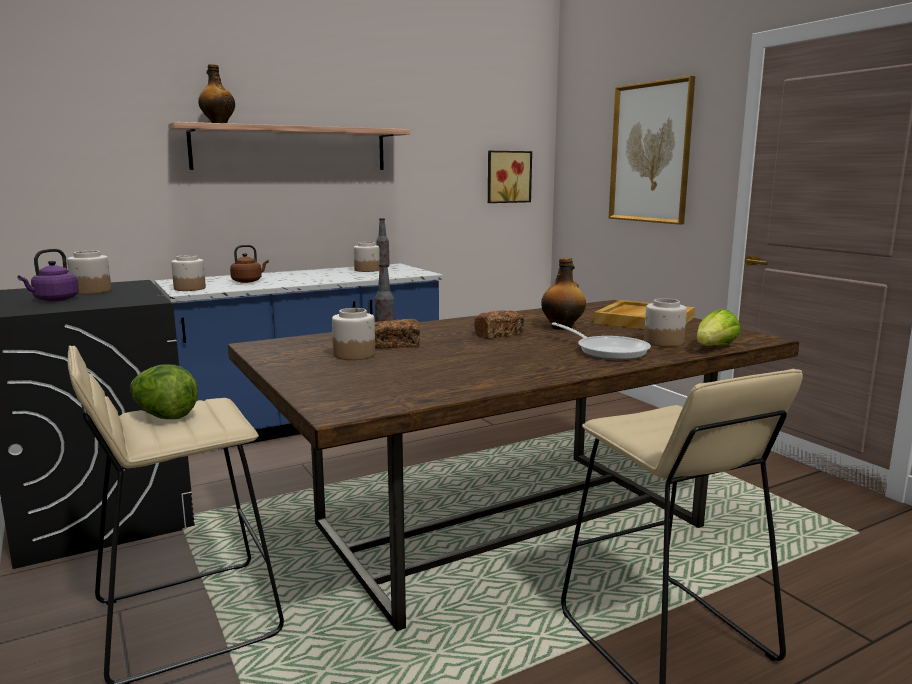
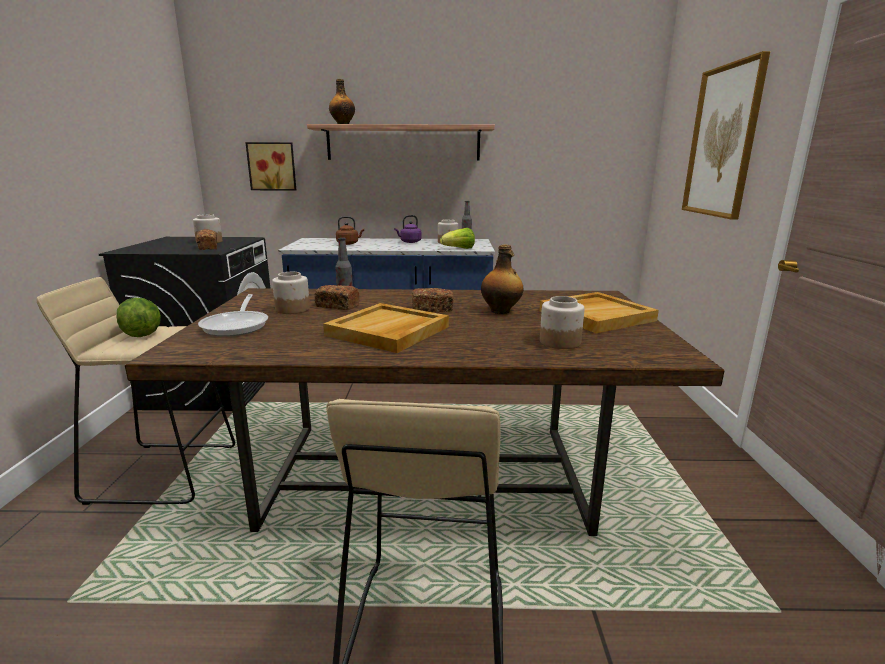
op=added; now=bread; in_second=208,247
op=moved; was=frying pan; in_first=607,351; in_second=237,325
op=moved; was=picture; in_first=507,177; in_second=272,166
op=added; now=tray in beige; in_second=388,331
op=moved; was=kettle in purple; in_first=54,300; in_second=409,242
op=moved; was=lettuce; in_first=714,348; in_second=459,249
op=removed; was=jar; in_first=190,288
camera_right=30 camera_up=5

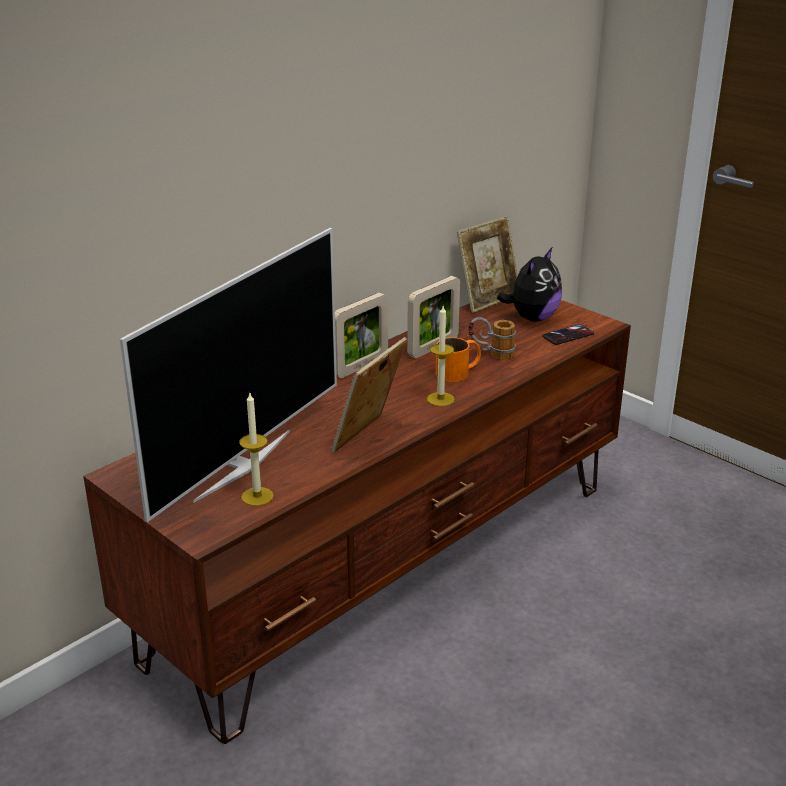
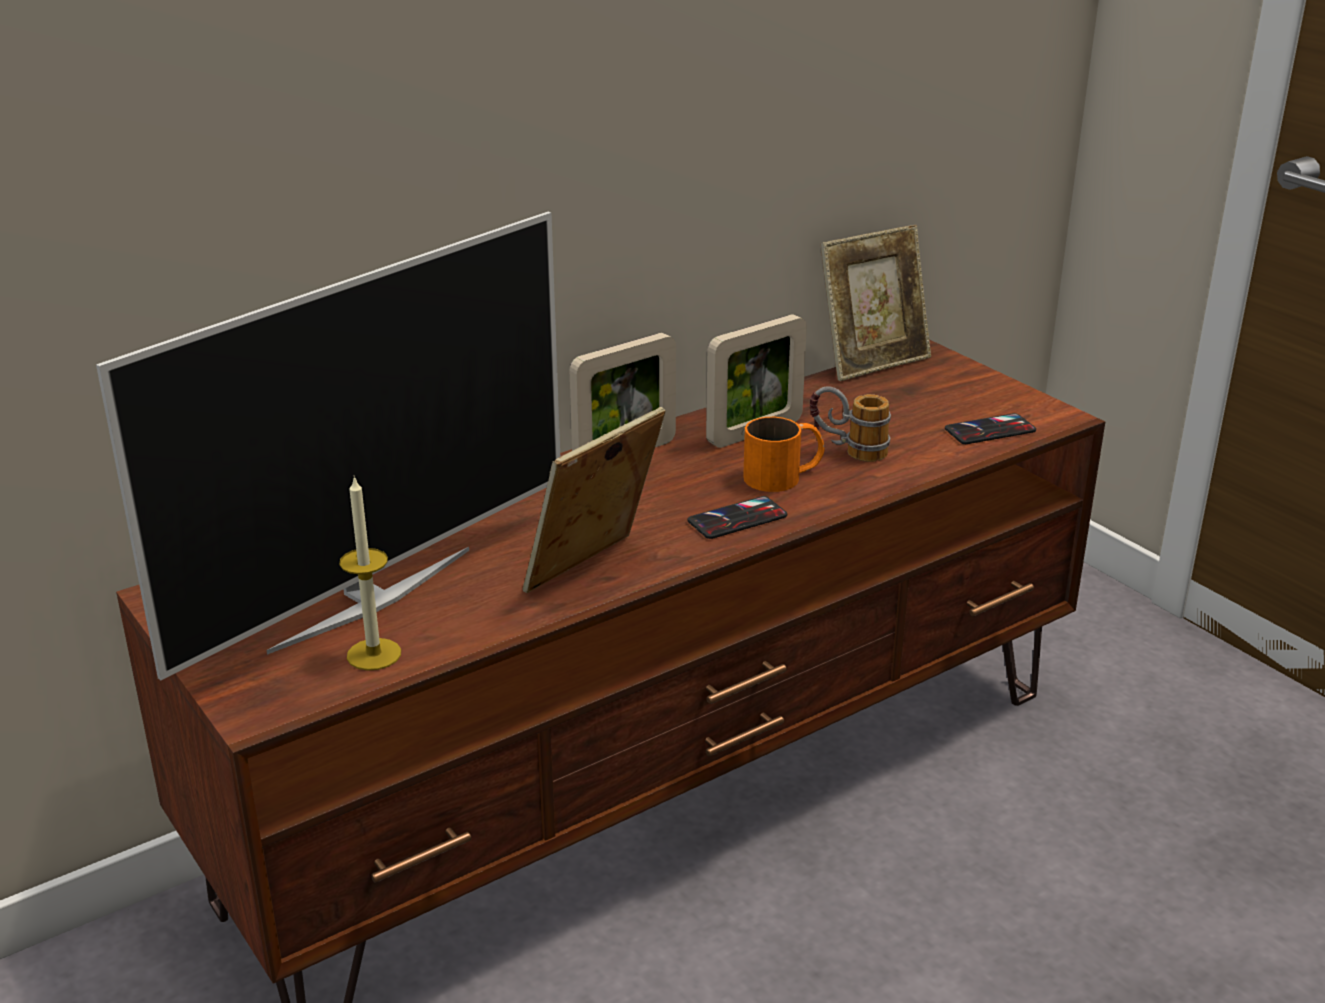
op=replaced; was=candle; now=phone; in_first=440,399; in_second=737,519
op=removed; was=plush toy; in_first=532,318
camera_right=10 camera_up=0

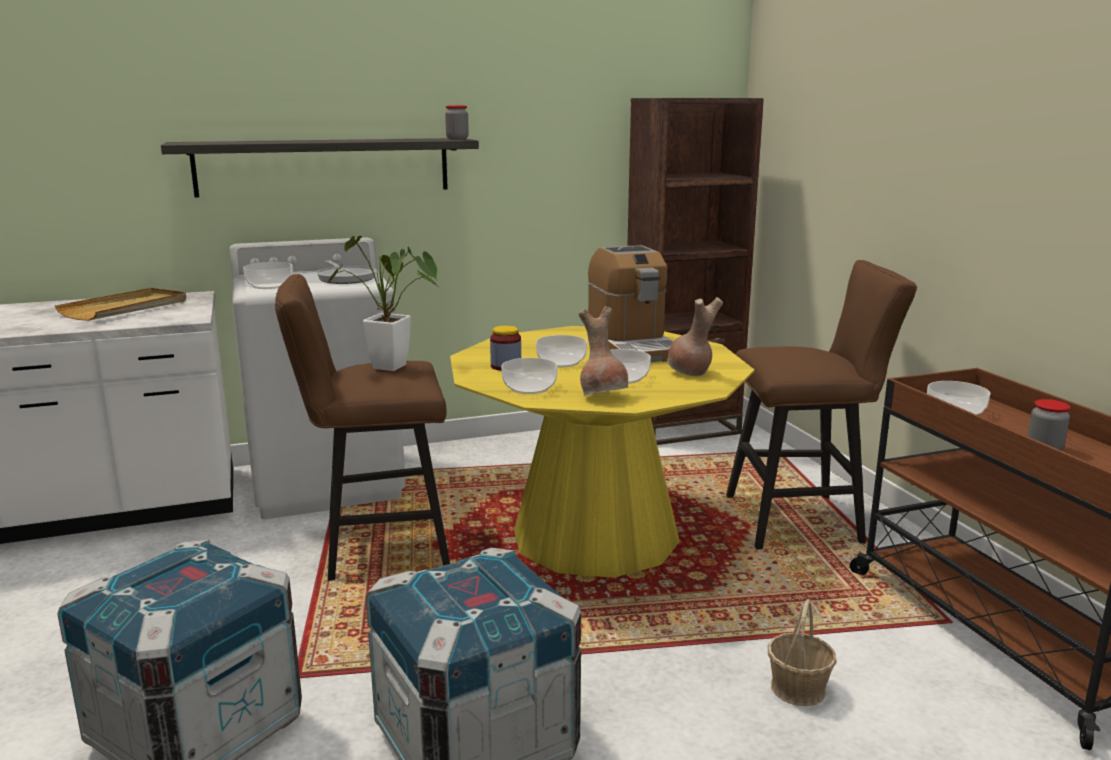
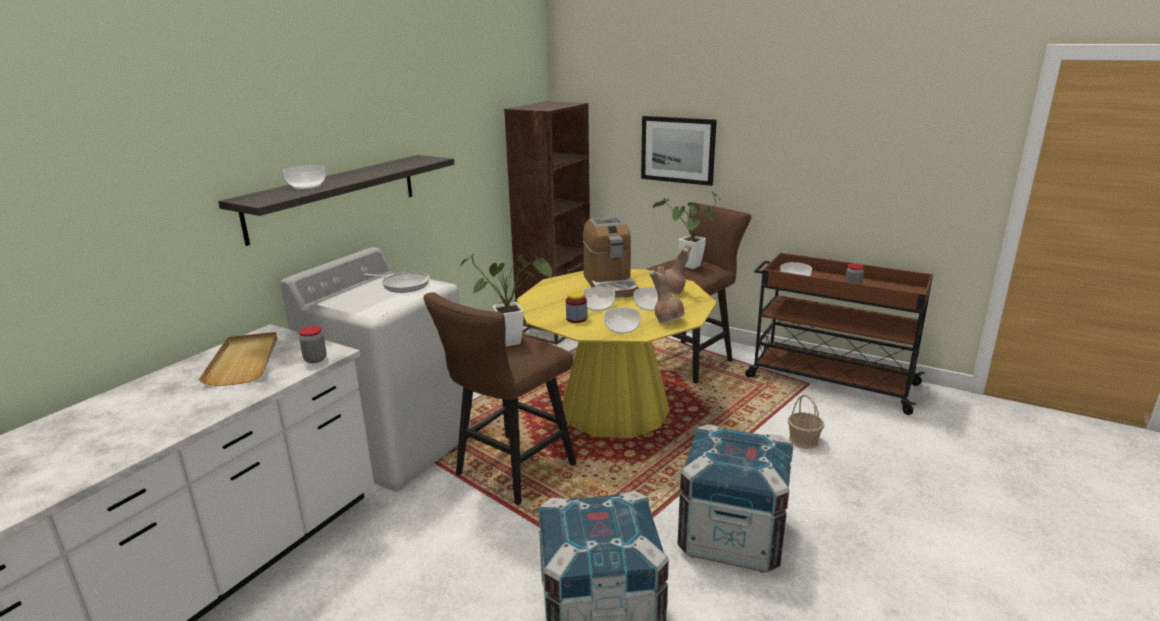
op=moved; was=bowl; in_first=269,285; in_second=306,185
op=moved; was=jar; in_first=457,139; in_second=315,359
op=turned; was=coffee machine; in_first=633,347; in_second=610,284; clockwise=45
op=added; now=picture; in_second=678,150
op=added; now=potted plant; in_second=688,267
camera_right=-40 camera_up=5

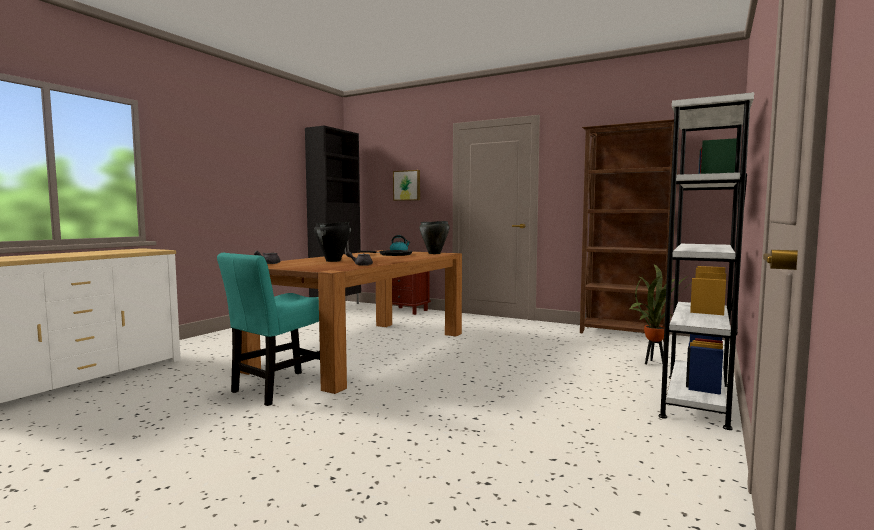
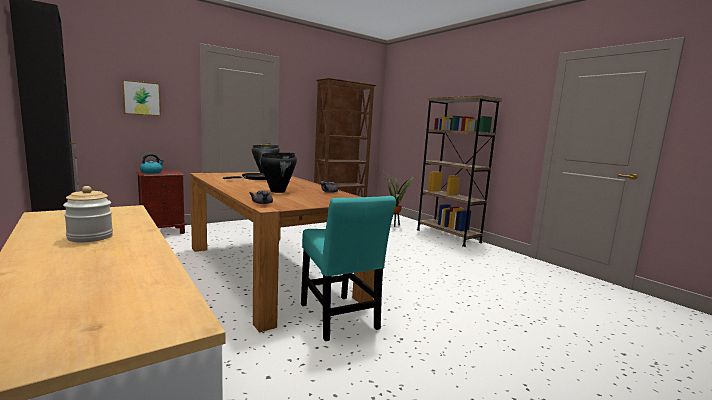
op=added; now=jar; in_second=90,237
op=recoloured; was=bookcase in white; now=bookcase in brown; in_first=696,399; in_second=448,236
camera_right=-65 camera_up=5

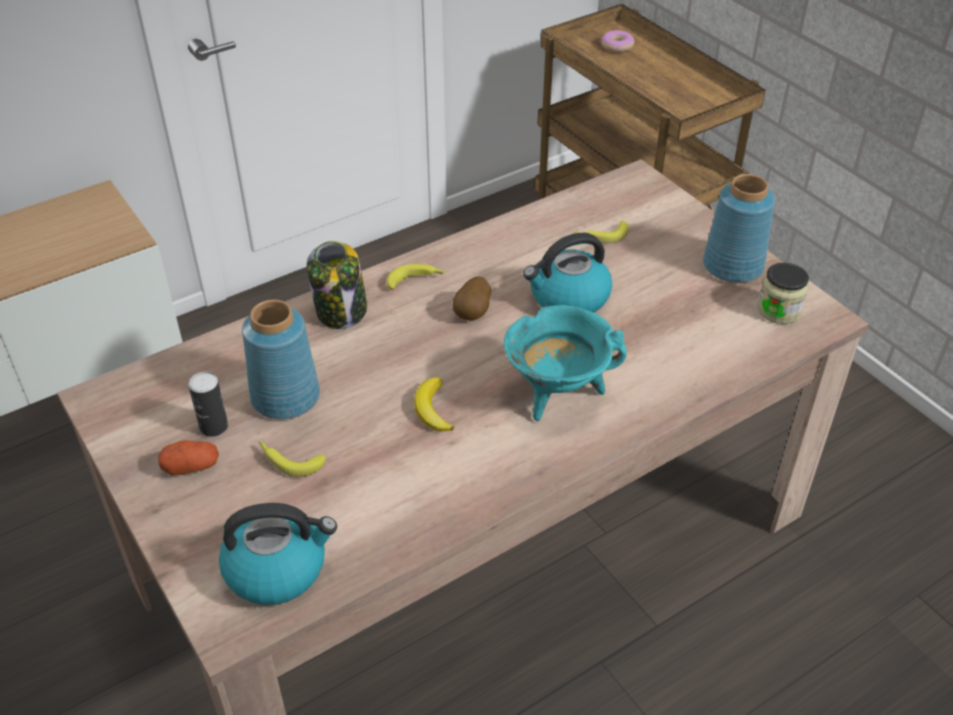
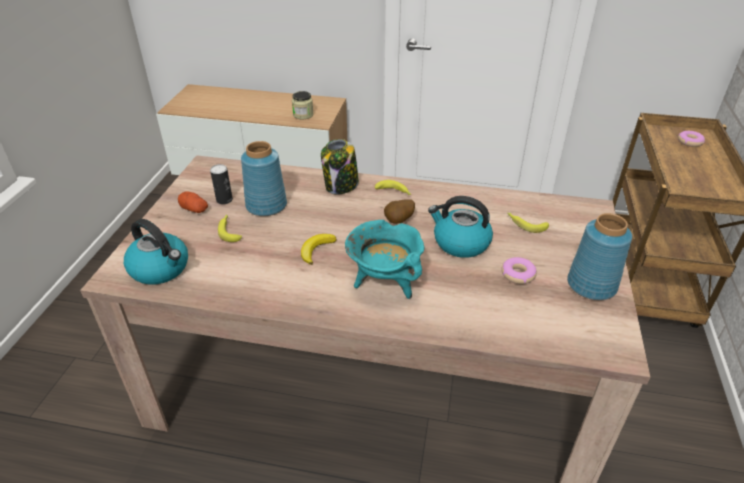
op=moved; was=jar; in_first=778,310; in_second=303,115
op=added; now=donut; in_second=518,274
camera_right=45 camera_up=-5

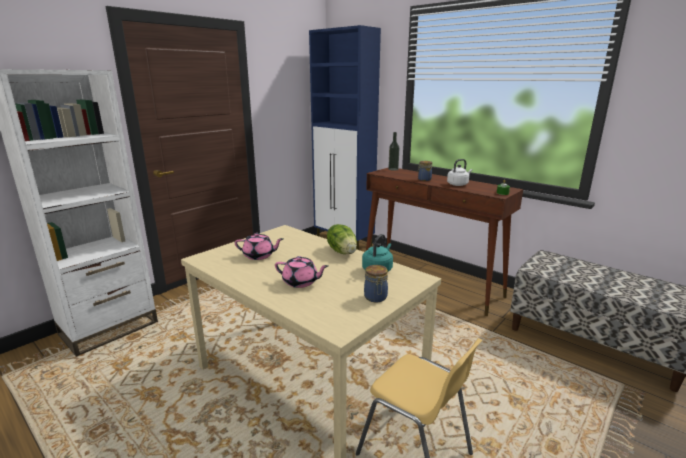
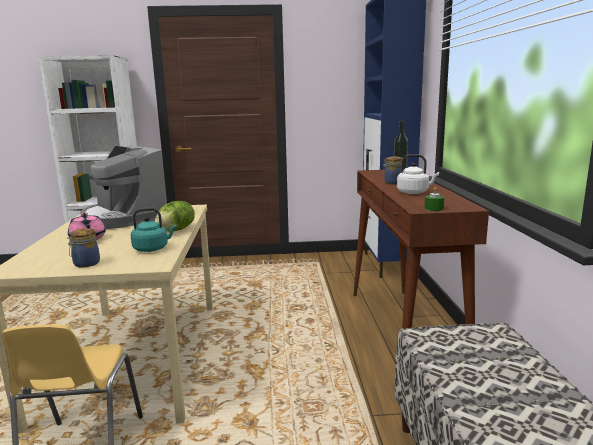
op=replaced; was=teapot in pink; now=coffee machine; in_first=259,256; in_second=124,218
camera_right=45 camera_up=-5

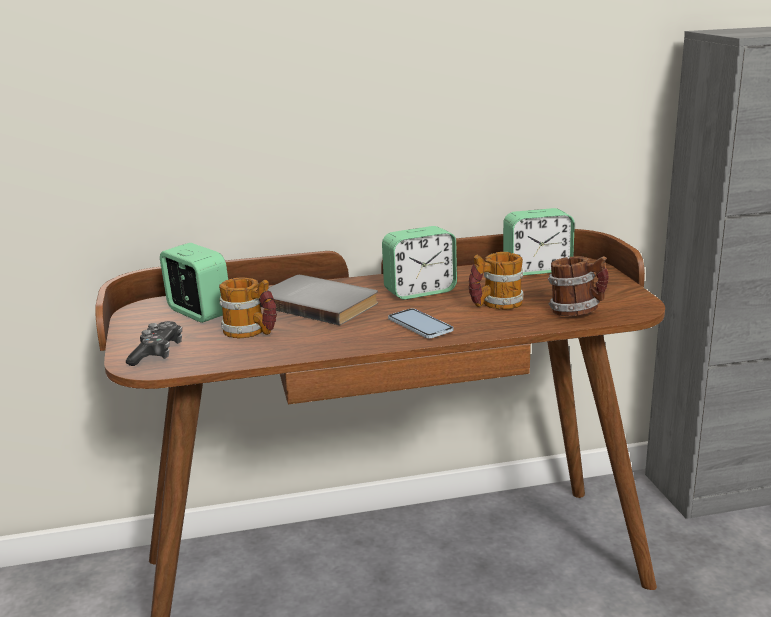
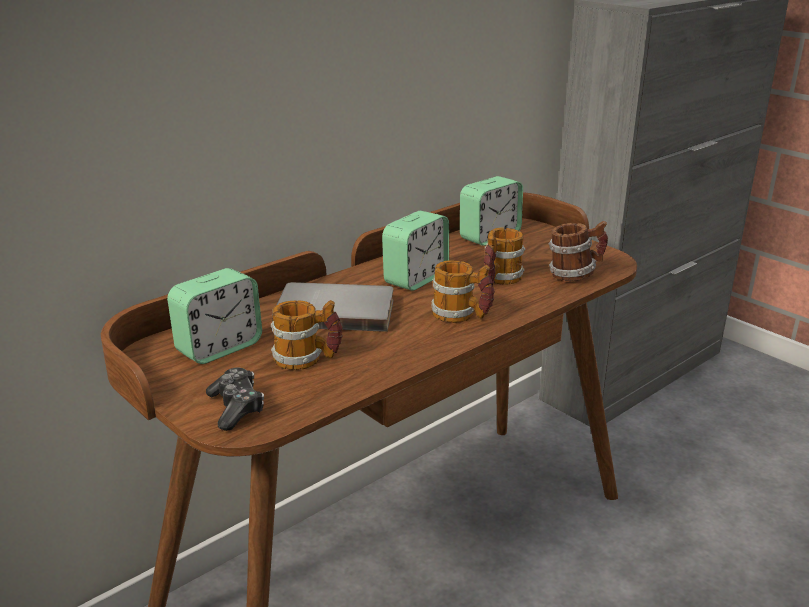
op=turned; was=alarm clock; in_first=198,312; in_second=219,348; clockwise=120
op=replaced; was=phone; now=mug; in_first=420,325; in_second=461,315
camera_right=-30 camera_up=5

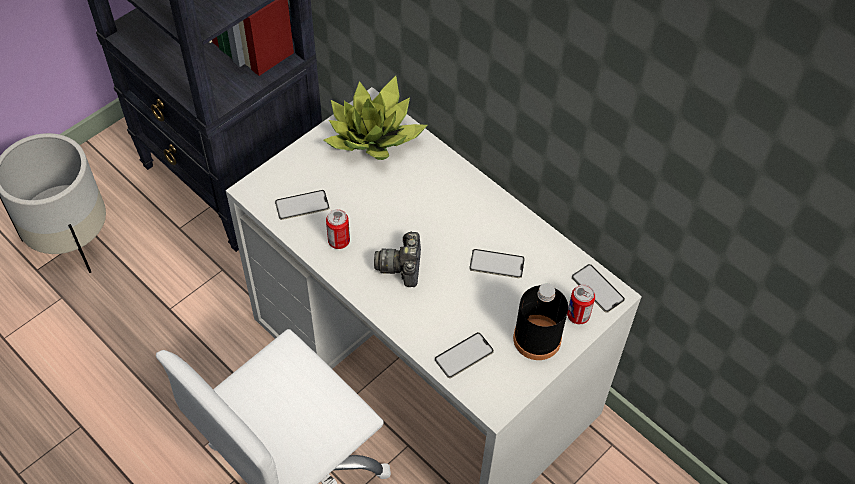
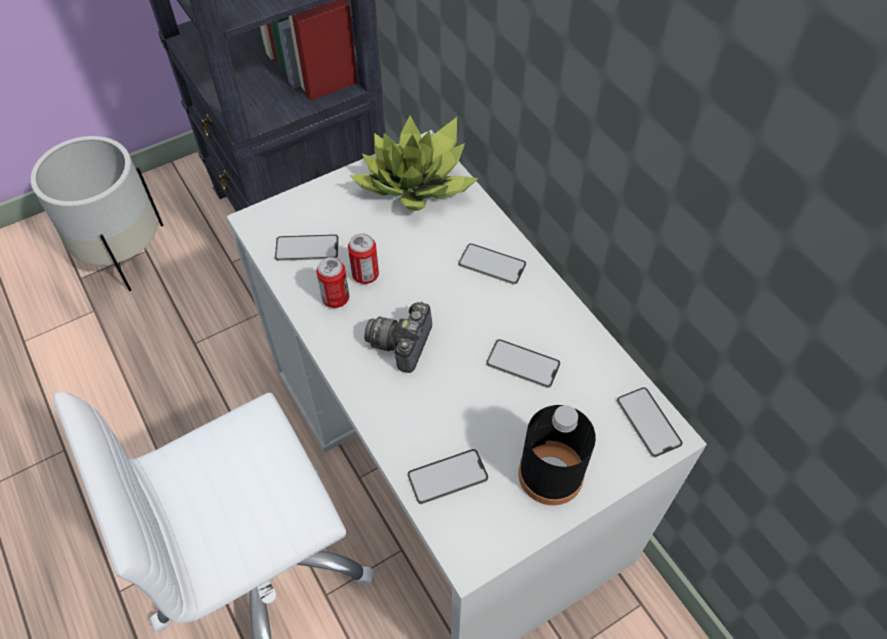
op=moved; was=can; in_first=578,316; in_second=365,275
op=added; now=phone; in_second=492,264
camera_right=15 camera_up=0

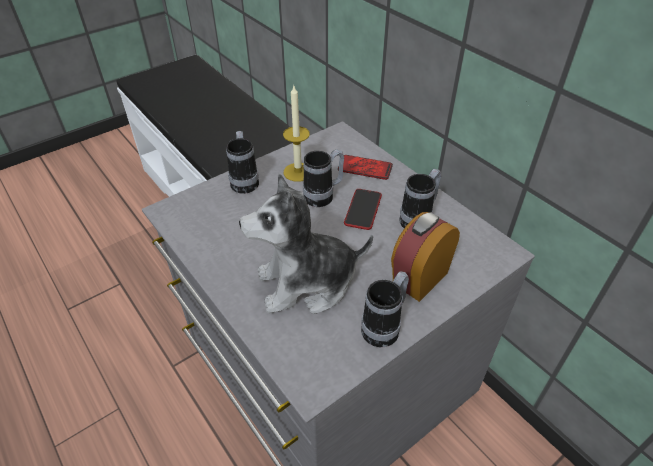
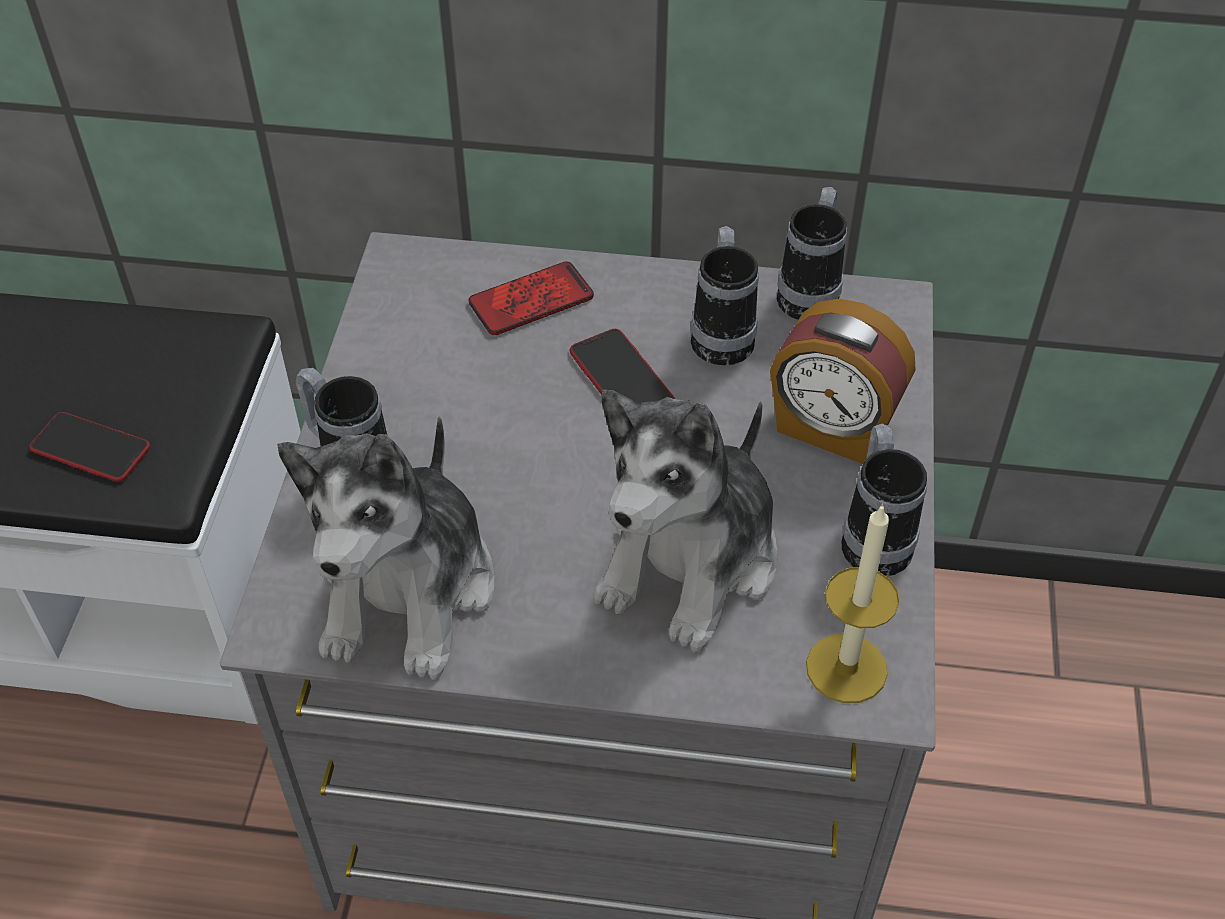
op=added; now=phone; in_second=90,448
op=added; now=plush toy; in_second=410,591
op=turned; was=alarm clock; in_first=419,278; in_second=832,429; clockwise=-60
op=moved; was=mug; in_first=324,196; in_second=811,293
op=moved; was=candle; in_first=298,172; in_second=846,668
camera_right=-45 camera_up=5

